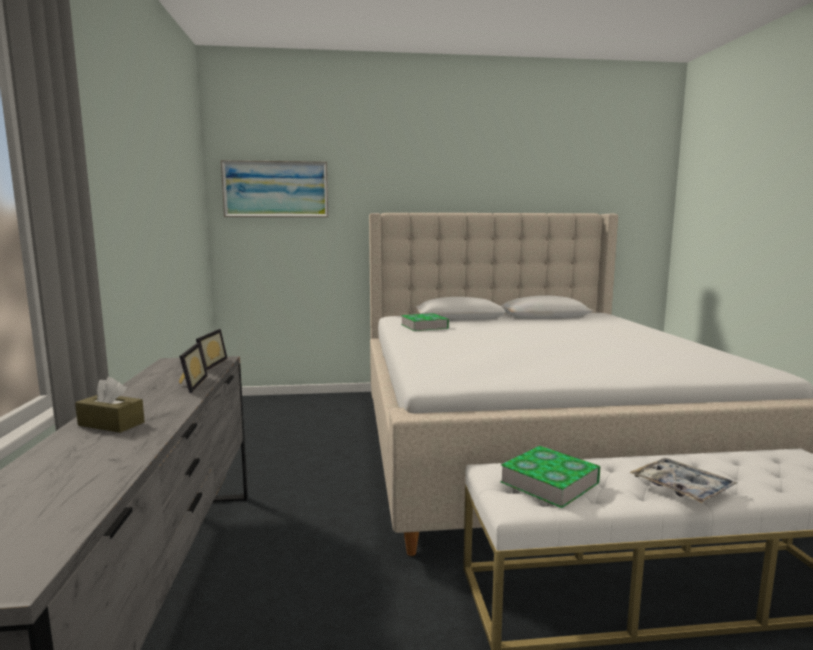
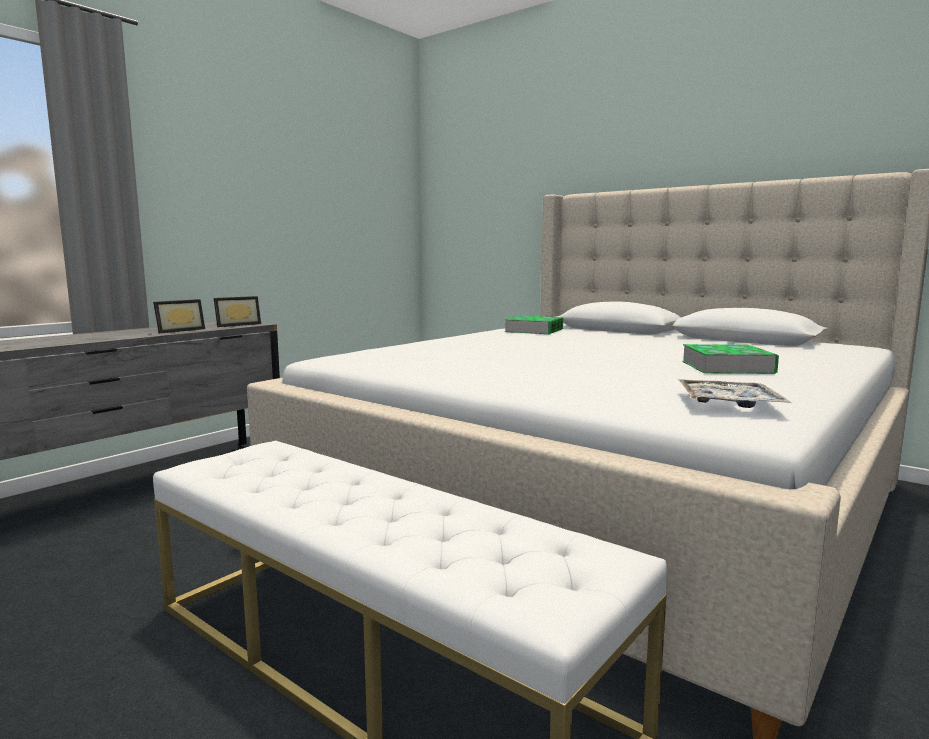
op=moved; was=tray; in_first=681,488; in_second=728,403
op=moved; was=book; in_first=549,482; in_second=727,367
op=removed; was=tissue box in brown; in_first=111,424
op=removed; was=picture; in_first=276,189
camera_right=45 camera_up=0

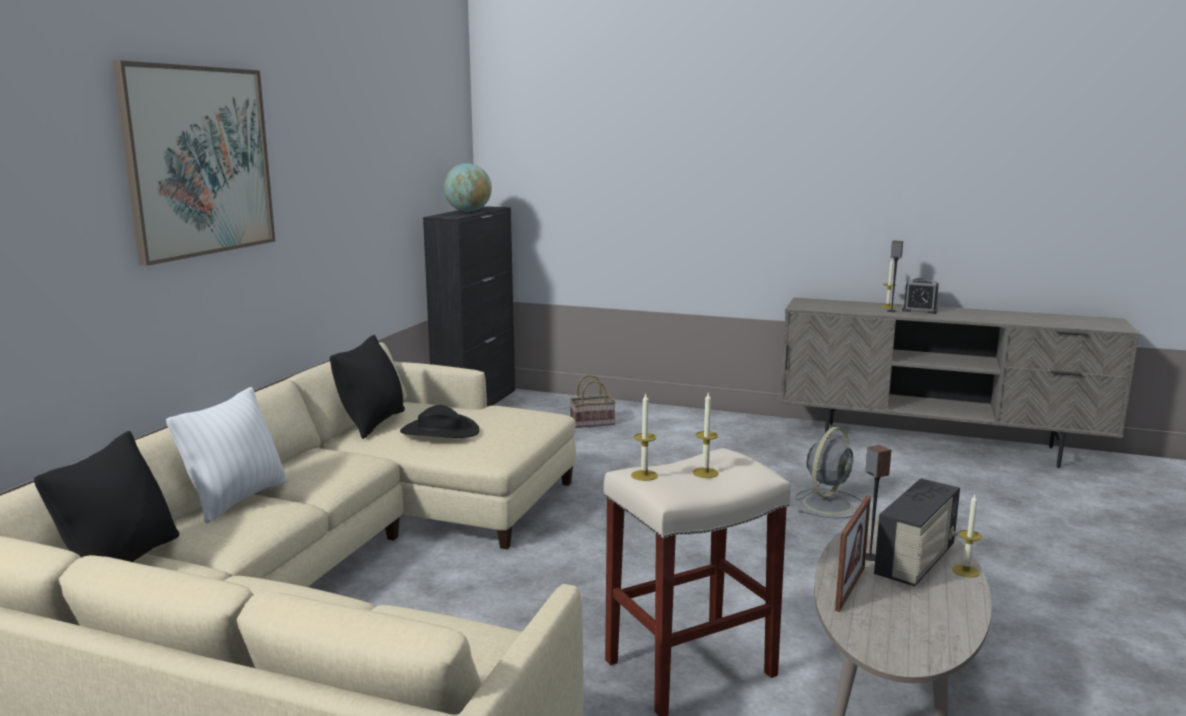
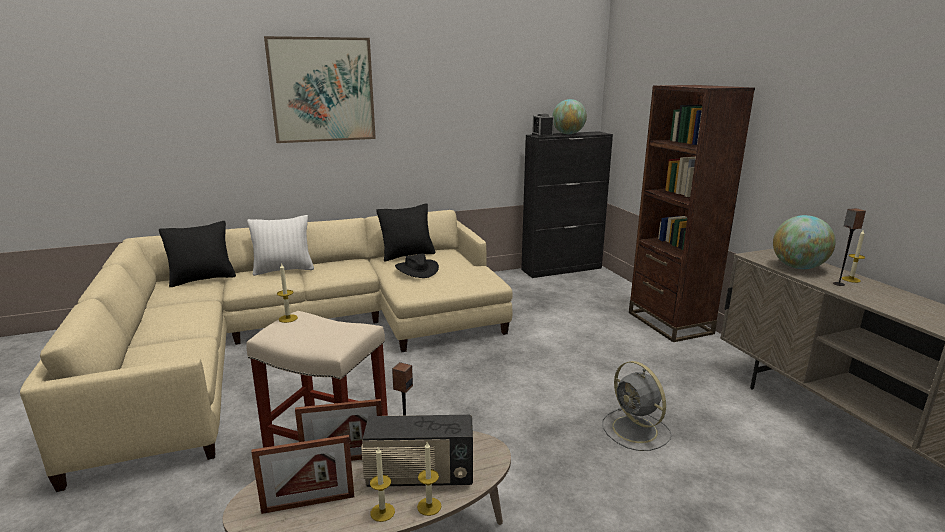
op=added; now=picture frame; in_second=308,504
op=moved; was=candle; in_first=705,473; in_second=382,512
op=moved; was=alarm clock; in_first=919,310; in_second=542,135
op=turned; was=fan in grey; in_first=828,503; in_second=636,430; clockwise=60
op=added; now=bookcase in brown; in_second=669,323
op=added; now=globe; in_second=798,267
op=removed; was=basket; in_first=593,422
camera_right=50 camera_up=5

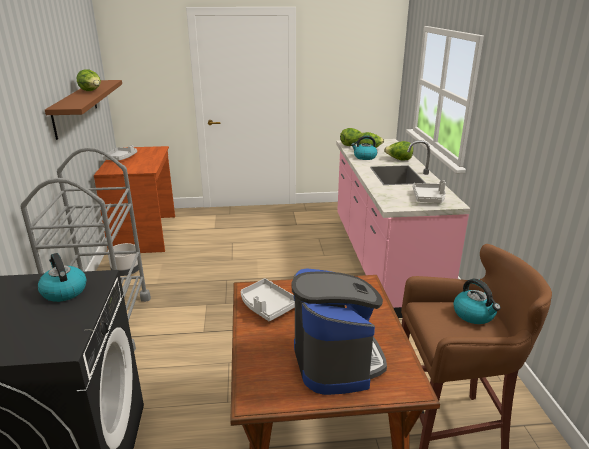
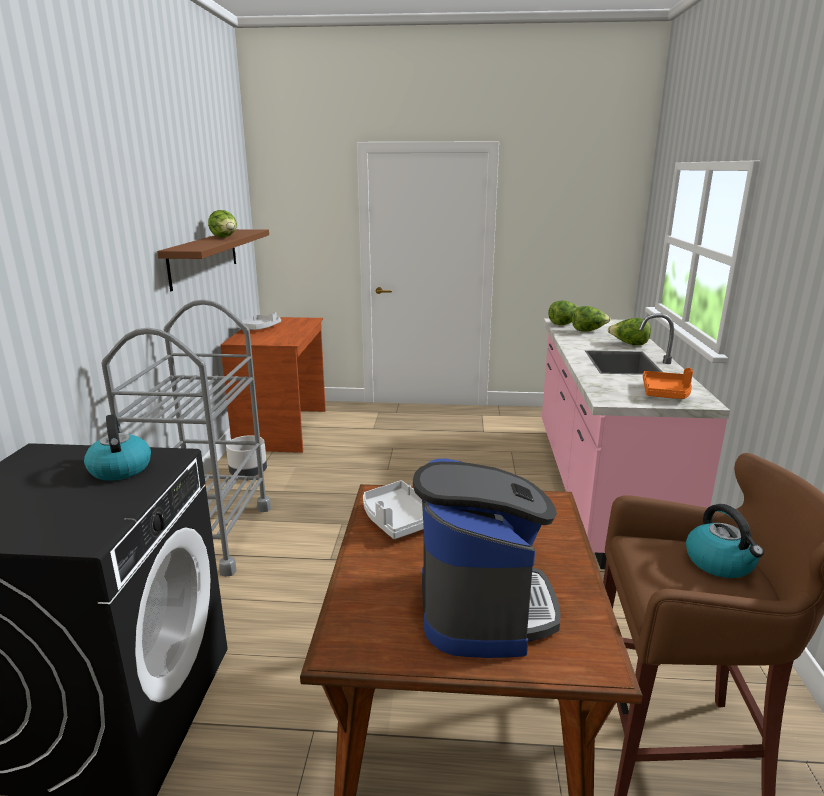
op=recoloured; was=tray in grey; now=tray in orange; in_first=429,198; in_second=666,393
op=removed; was=kettle; in_first=364,157
camera_right=10 camera_up=-5

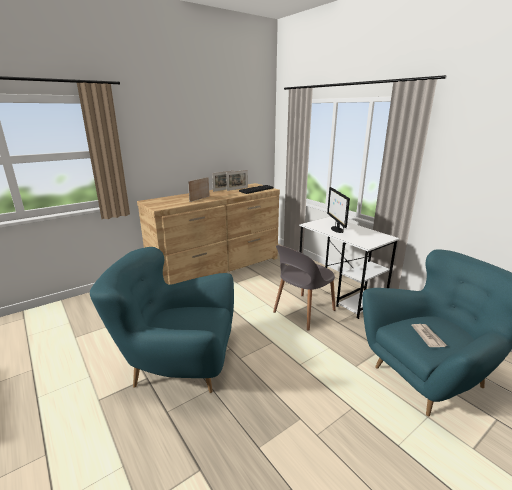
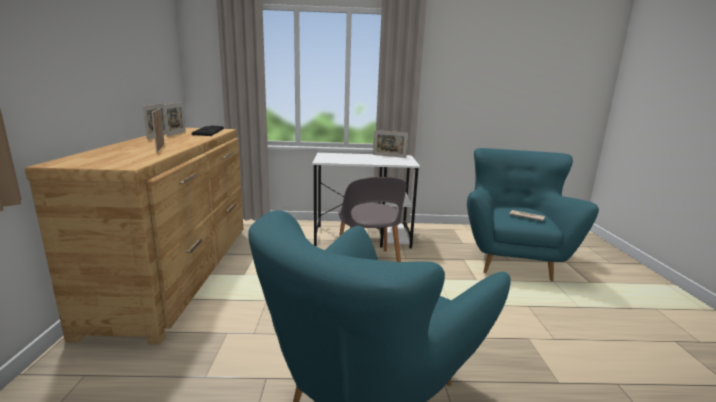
op=added; now=picture frame; in_second=389,156
op=removed; was=monitor; in_first=336,229
camera_right=-55 camera_up=-5

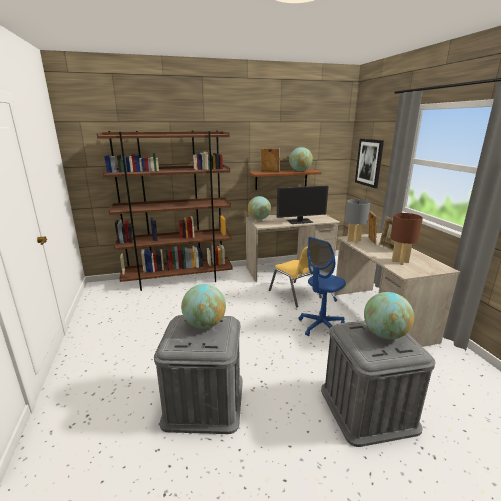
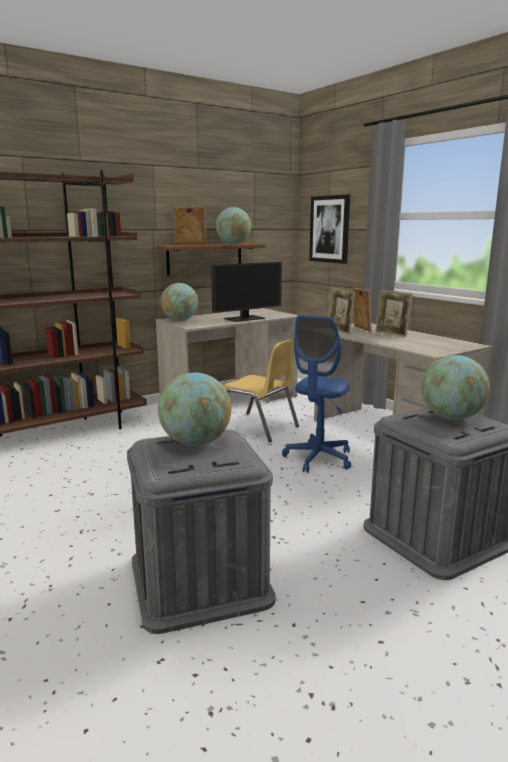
op=replaced; was=table lamp in grey; now=picture frame; in_first=354,241; in_second=340,331
op=removed; was=table lamp in brown; in_first=400,262
camera_right=-20 camera_up=-5

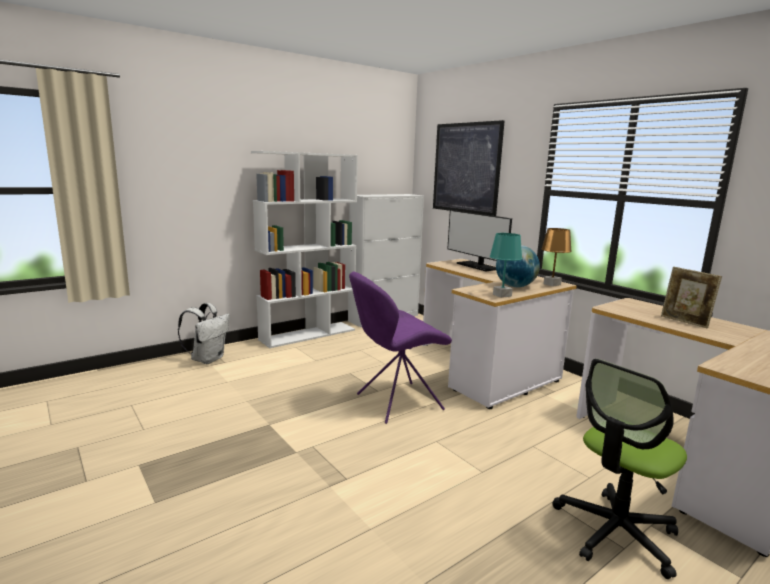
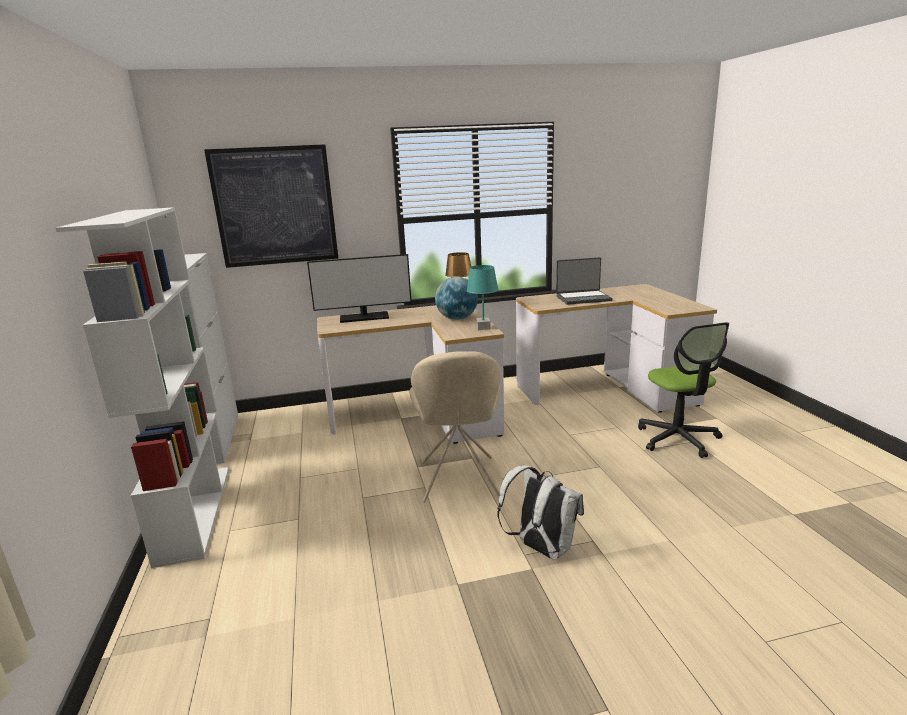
op=recoloured; was=chair in purple; now=chair in beige; in_first=396,402; in_second=459,481
op=moved; was=backpack in white; in_first=207,359; in_second=541,548
op=replaced; was=picture frame; now=laptop; in_first=685,322; in_second=583,298
camera_right=-65 camera_up=5

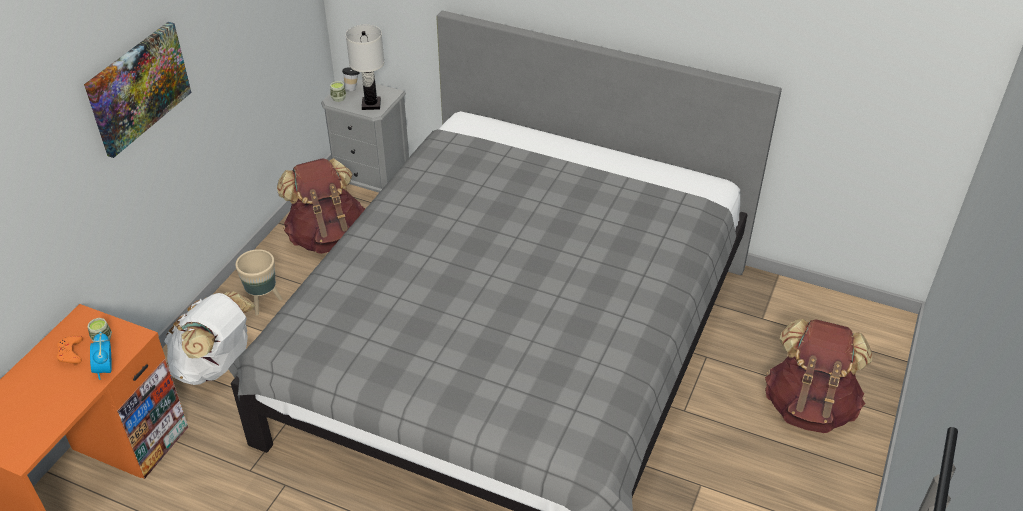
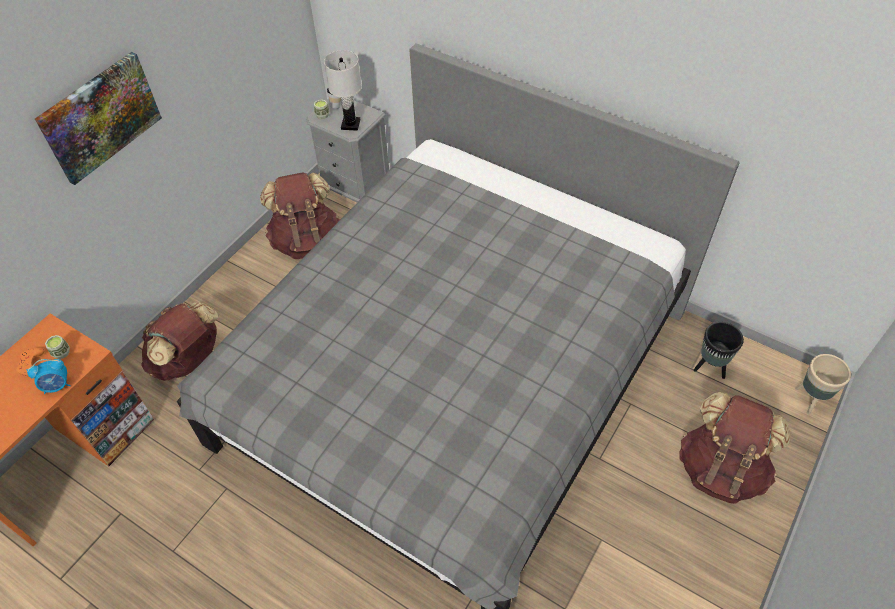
op=turned; was=alarm clock; in_first=105,369; in_second=57,385; clockwise=-105
op=recoloured; was=backpack in white; now=backpack in brown; in_first=216,365; in_second=189,360
op=added; now=planter in black; in_second=710,367
op=moved; was=planter in beige; in_first=264,303; in_second=810,400
camera_right=10 camera_up=10

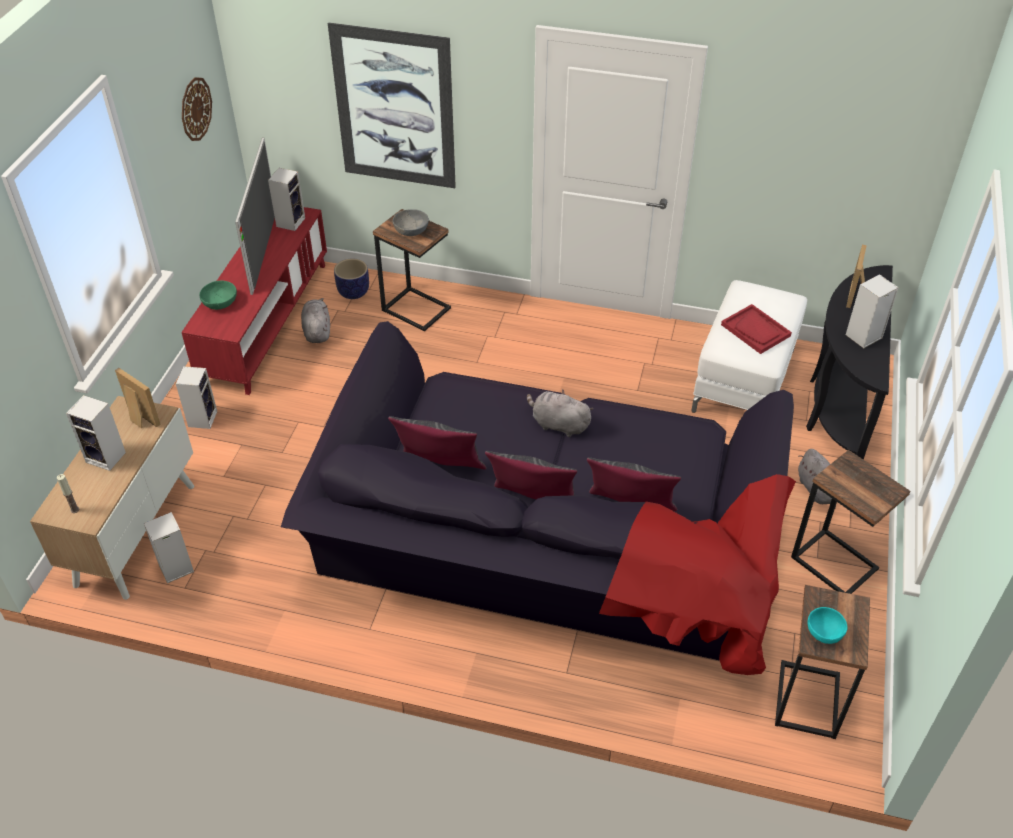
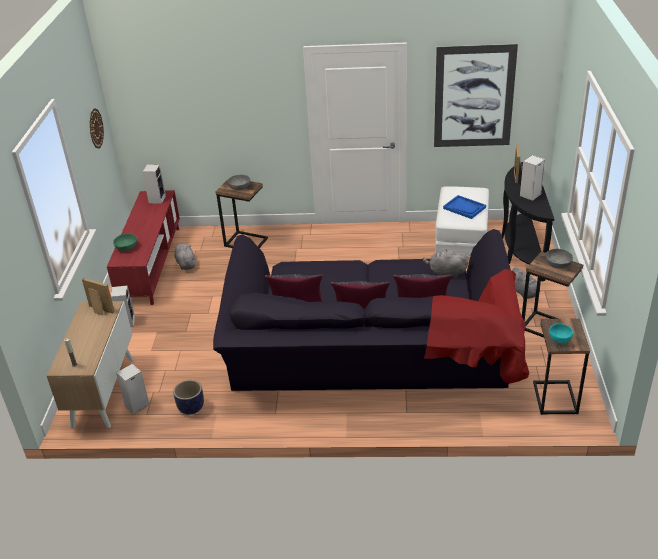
op=moved; was=planter; in_first=353,292; in_second=190,408
op=moved; was=plush toy in grey; in_first=558,424; in_second=446,272
op=moved; was=picture; in_first=394,108; in_second=474,97
op=recoloured; was=tray in red; now=tray in blue; in_first=755,330; in_second=464,208
op=added; now=bowl in grey; in_second=557,265
op=removed; was=speaker; in_first=107,457
op=removed; was=television; in_first=264,249
camera_right=-10 camera_up=-10

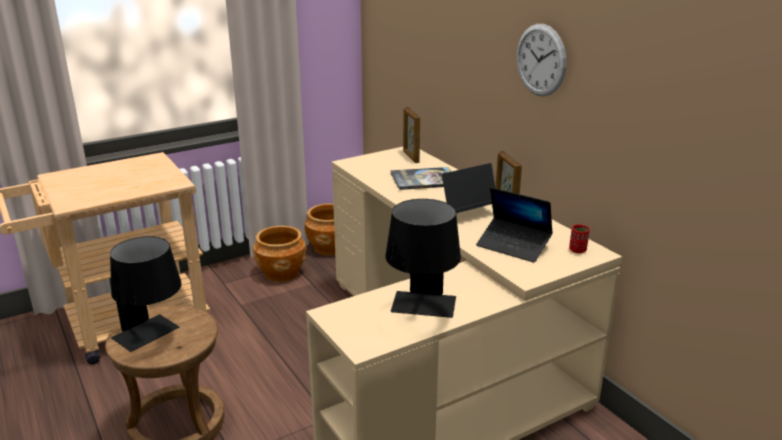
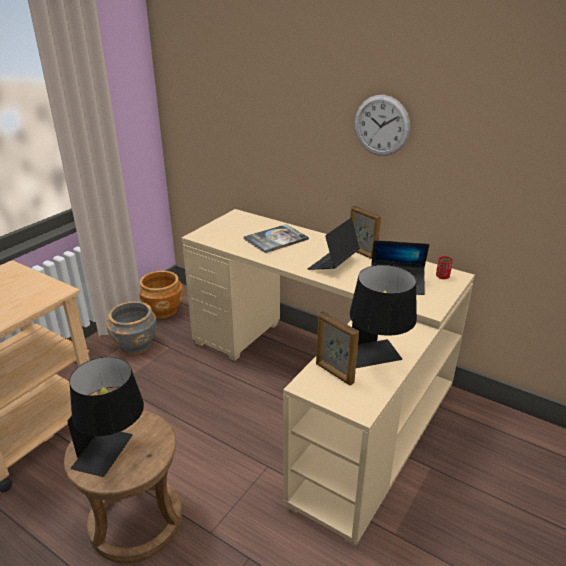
op=recoloured; was=planter in brown; now=planter in grey; in_first=281,273; in_second=135,344
op=moved; was=picture frame; in_first=410,157; in_second=334,373
camera_right=-25 camera_up=5

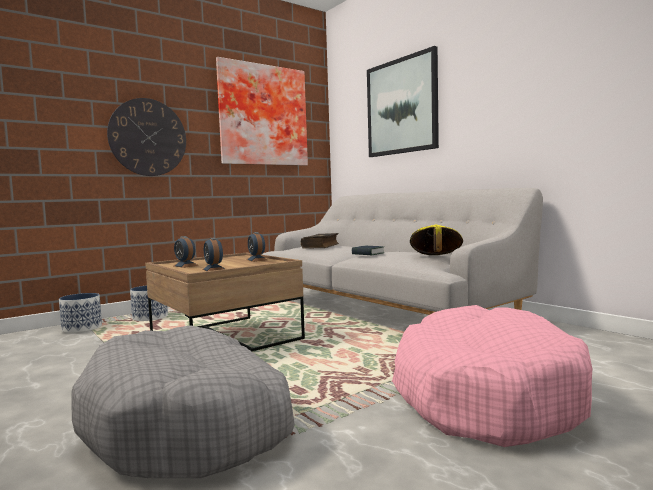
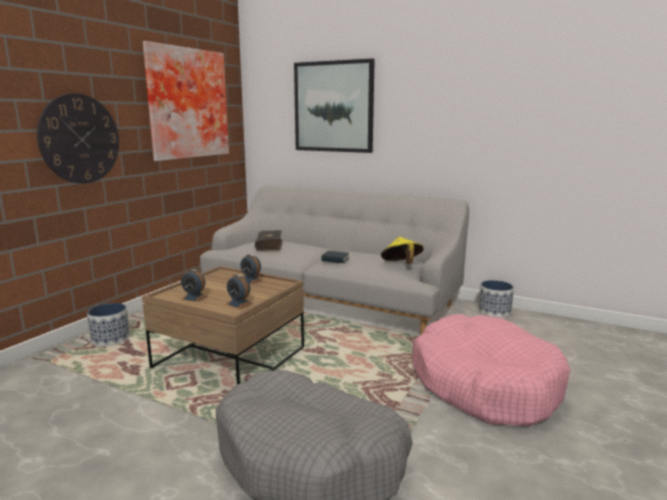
op=moved; was=planter; in_first=82,328; in_second=494,312
camera_right=-25 camera_up=10

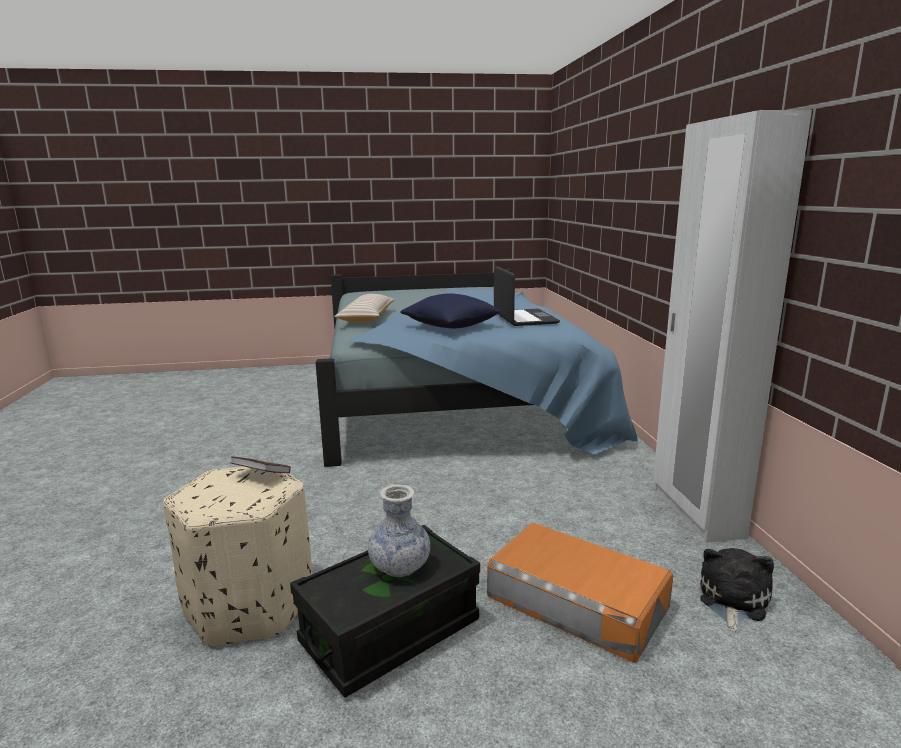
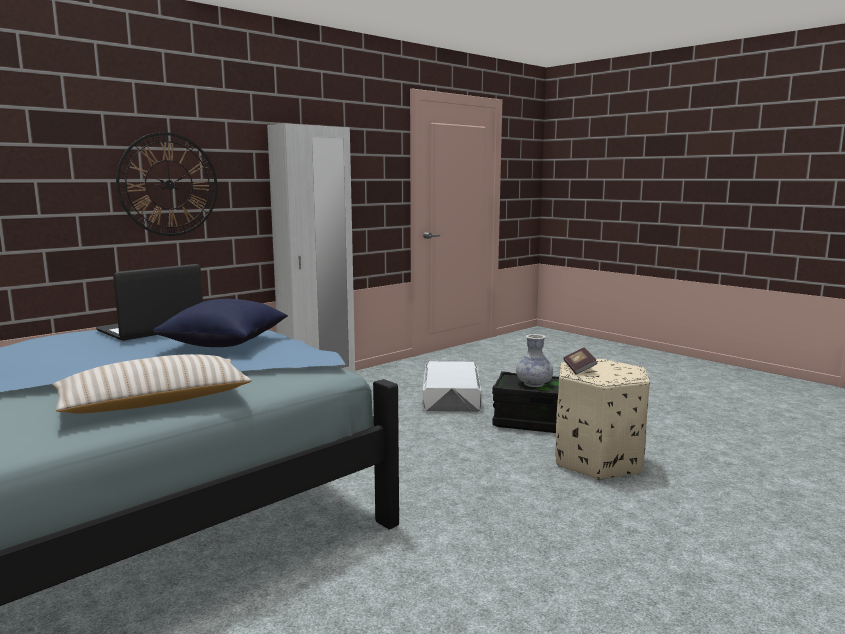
op=added; now=wall clock; in_second=169,184
op=recoloured; was=storage box in orange; now=storage box in white; in_first=576,601; in_second=451,396
op=removed; was=plush toy; in_first=732,601
camera_right=-125 camera_up=-5

